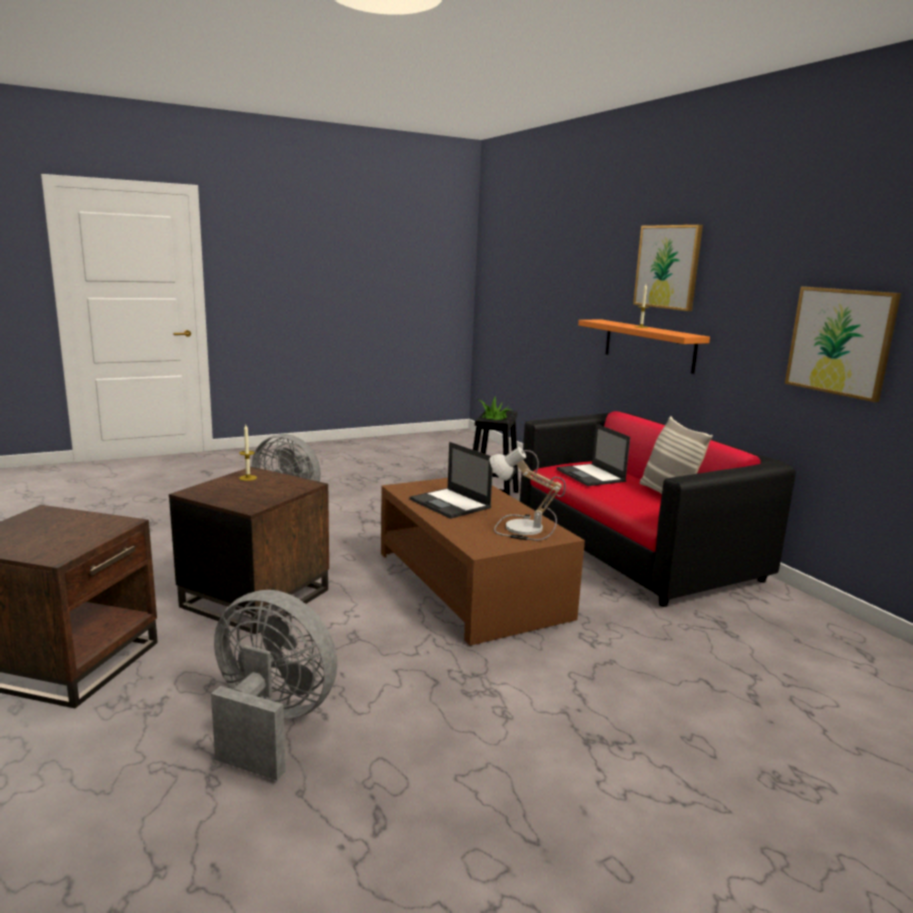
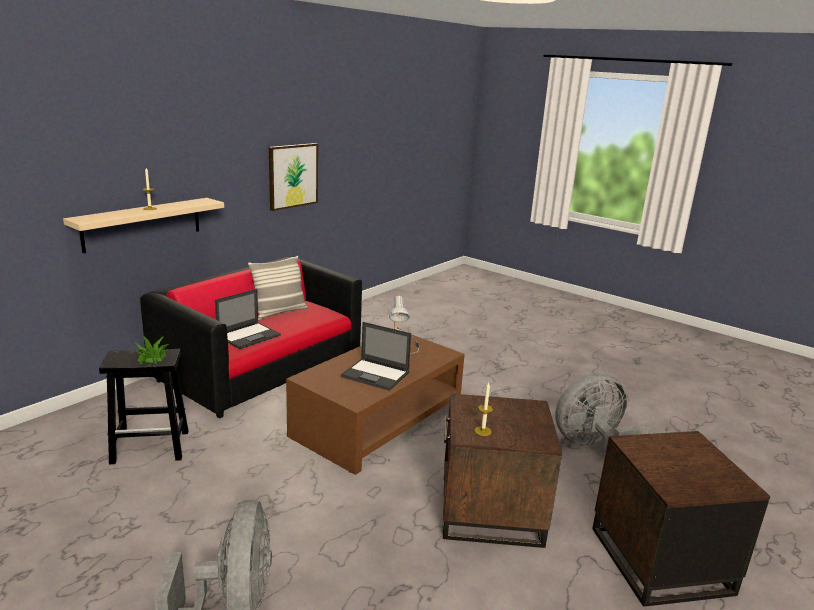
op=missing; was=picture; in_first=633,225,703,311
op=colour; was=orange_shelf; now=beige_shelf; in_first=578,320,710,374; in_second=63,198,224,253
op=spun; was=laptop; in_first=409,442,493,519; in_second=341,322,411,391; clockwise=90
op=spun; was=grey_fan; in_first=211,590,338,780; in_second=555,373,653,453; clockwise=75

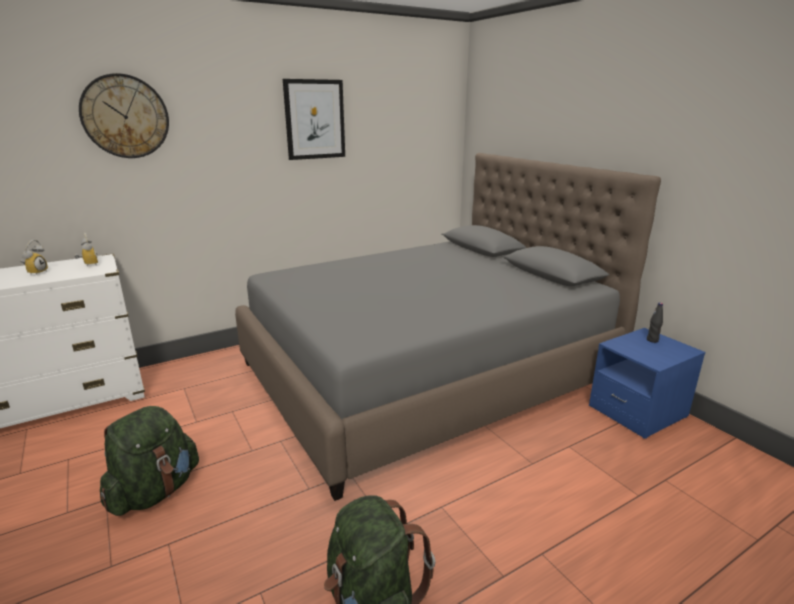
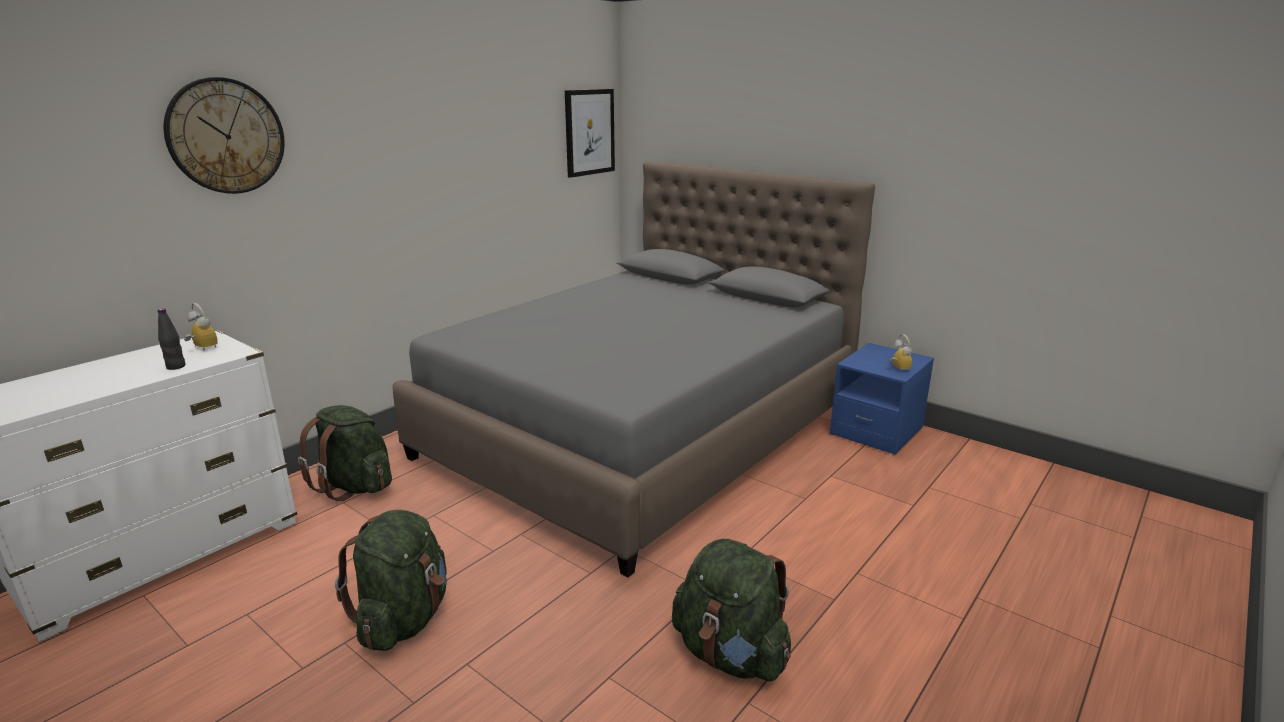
op=relocated; was=picture; in_first=283,79,345,160; in_second=565,89,615,178
op=relocated; was=alarm_clock; in_first=20,240,48,276; in_second=889,334,912,370
op=relocated; was=black_bottle; in_first=647,303,663,343; in_second=158,308,185,370
op=appeared; now=green_backpack; in_second=298,405,392,501

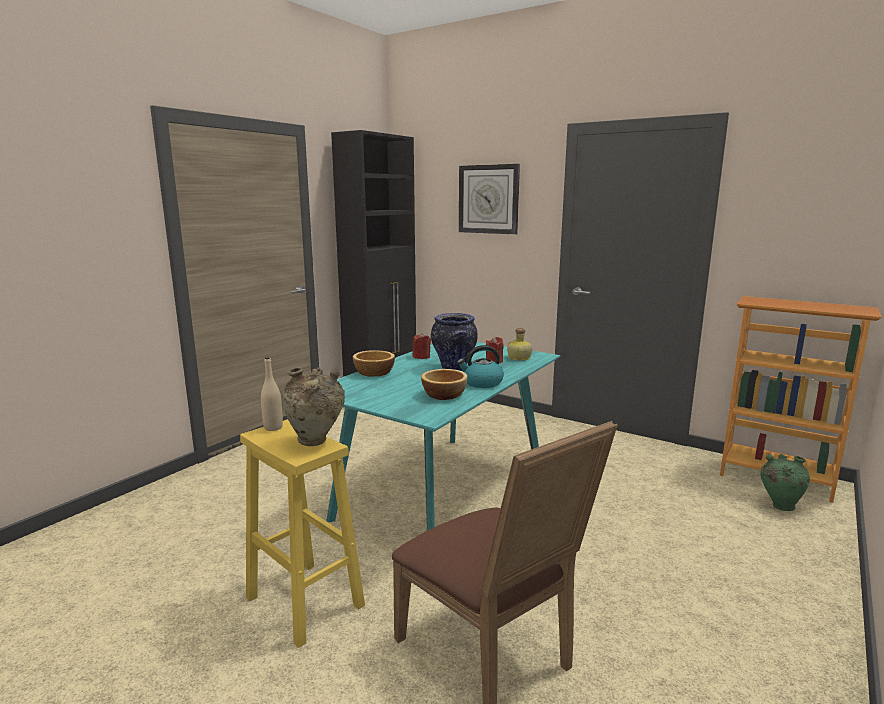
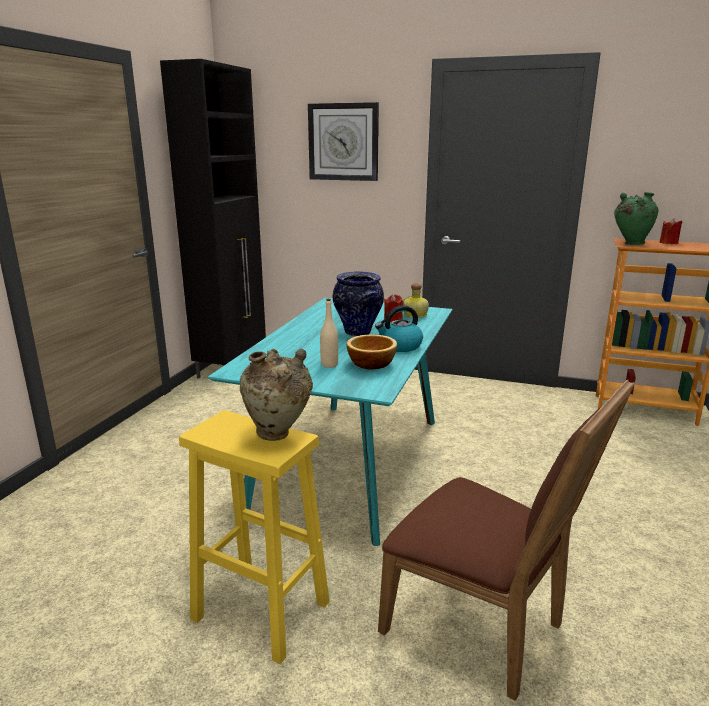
op=relocated; was=red_candle; in_first=412,333,431,359; in_second=660,218,682,244
op=missing; was=bowl; in_first=353,350,395,377
op=relocated; was=beige_bottle; in_first=261,357,283,431; in_second=320,299,338,368
op=relocated; was=green_vase; in_first=760,454,810,511; in_second=614,192,659,245

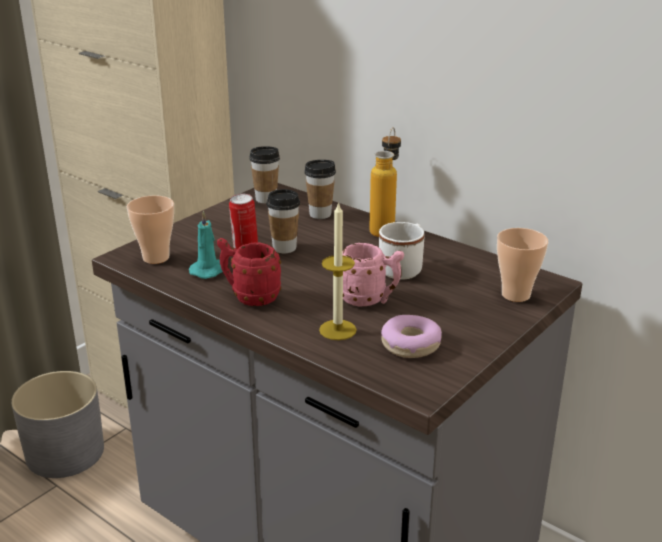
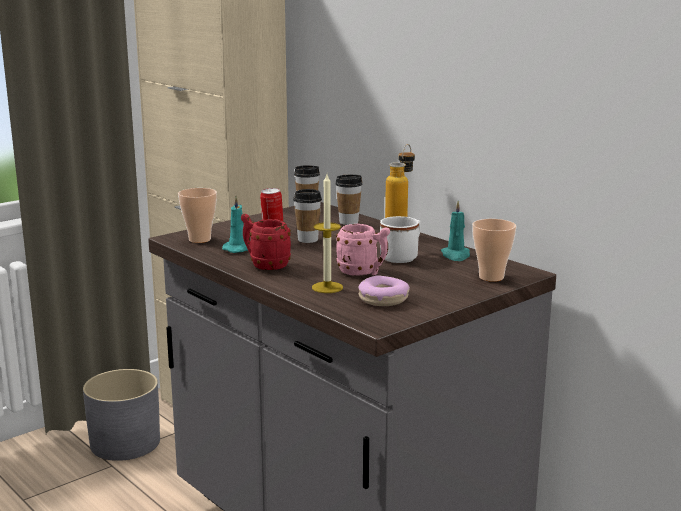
op=appeared; now=turquoise_candle; in_second=441,201,470,261

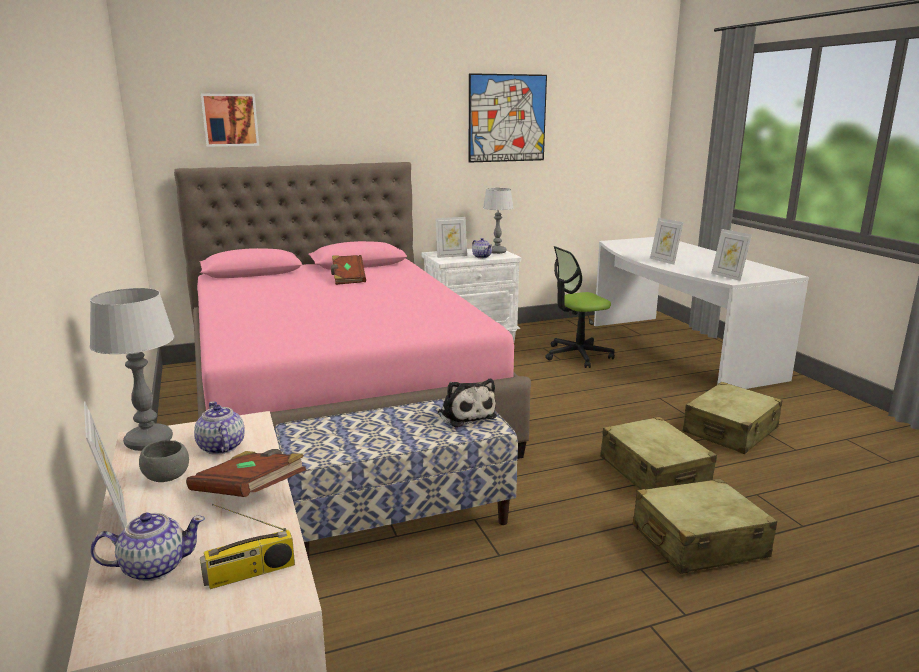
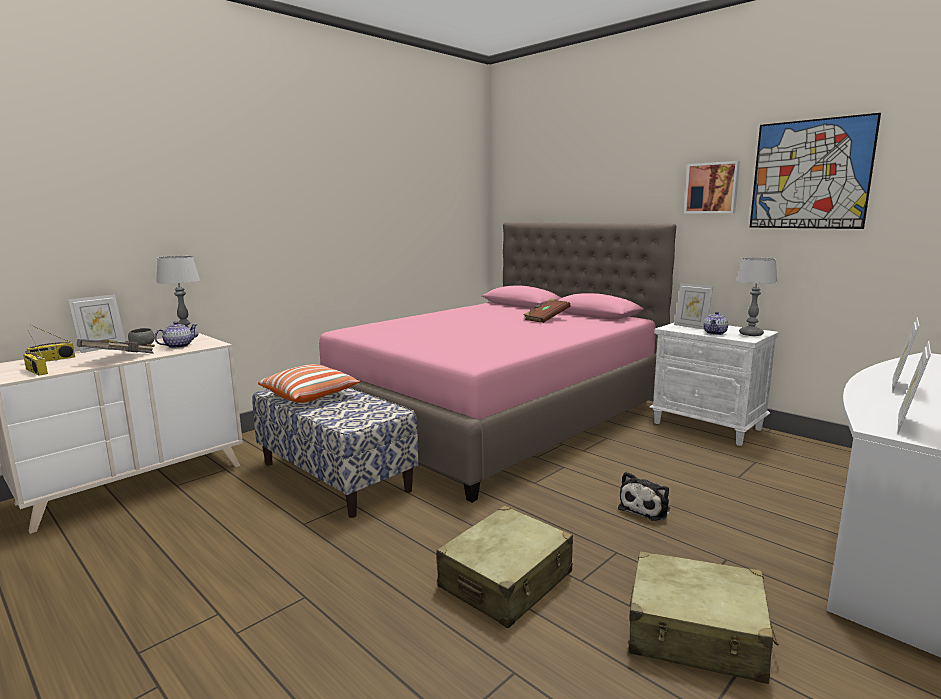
op=relocated; was=picture; in_first=201,94,259,147; in_second=684,161,740,213
op=missing; was=office_chair; in_first=545,246,615,368
op=relocated; was=plush_toy; in_first=438,379,497,427; in_second=618,472,670,521
op=colour; was=brown_book; now=grey_book; in_first=186,449,306,497; in_second=77,339,155,354
op=missing; was=beige_suitcase; in_first=633,479,777,574
op=exchanged; was=teapot; now=radio; in_first=90,512,205,581; in_second=25,325,75,362
op=appeared; now=pillow; in_second=258,364,361,403

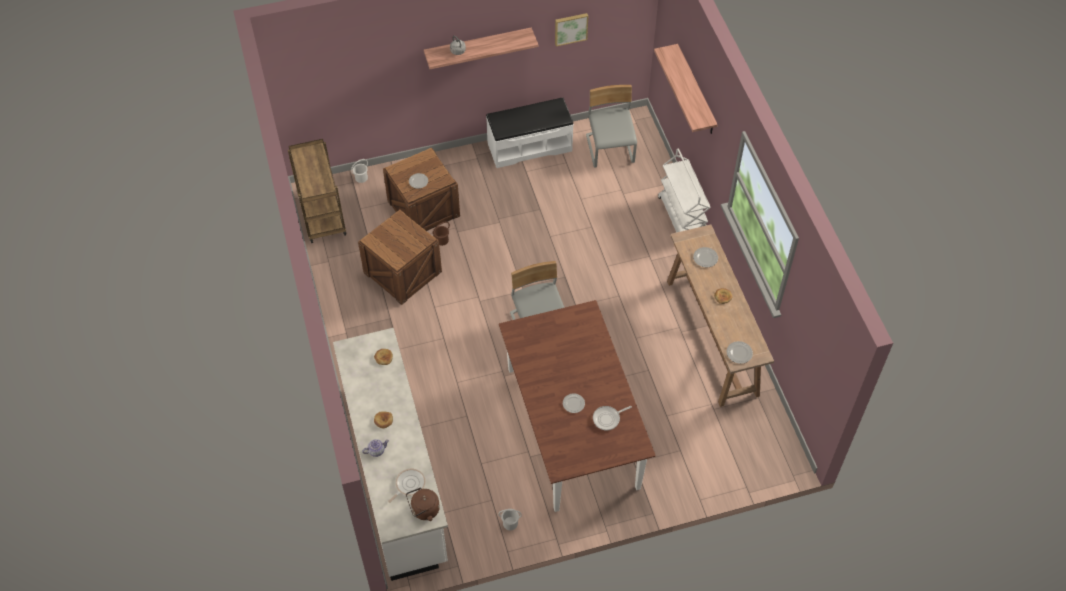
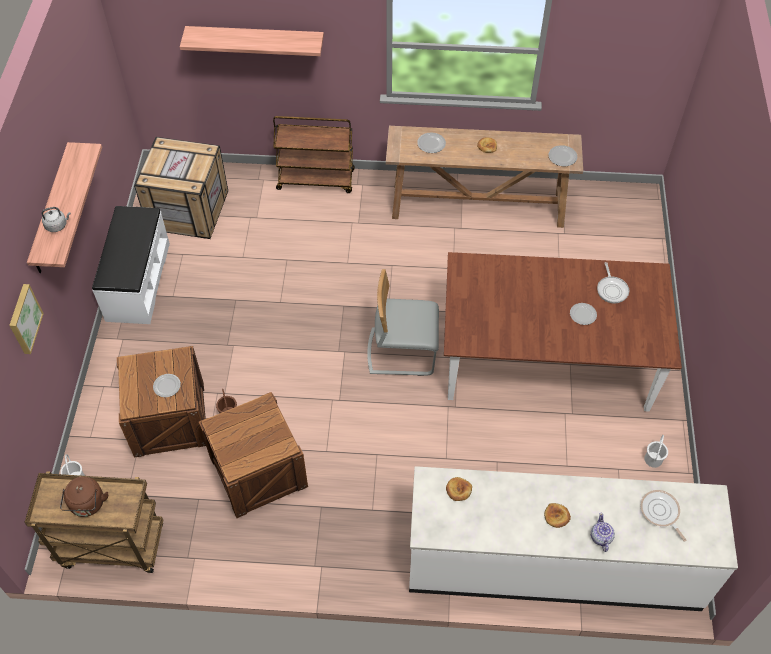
op=relocated; was=picture; in_first=555,13,588,46; in_second=9,284,44,354
op=exchanged; was=grey_chair; now=crate; in_first=586,85,637,168; in_second=134,137,228,239
op=colour; was=white_cart; now=brown_cart; in_first=658,148,711,233; in_second=273,116,355,193
op=relocated; was=brown_kettle; in_first=406,488,440,521; in_second=60,476,108,517

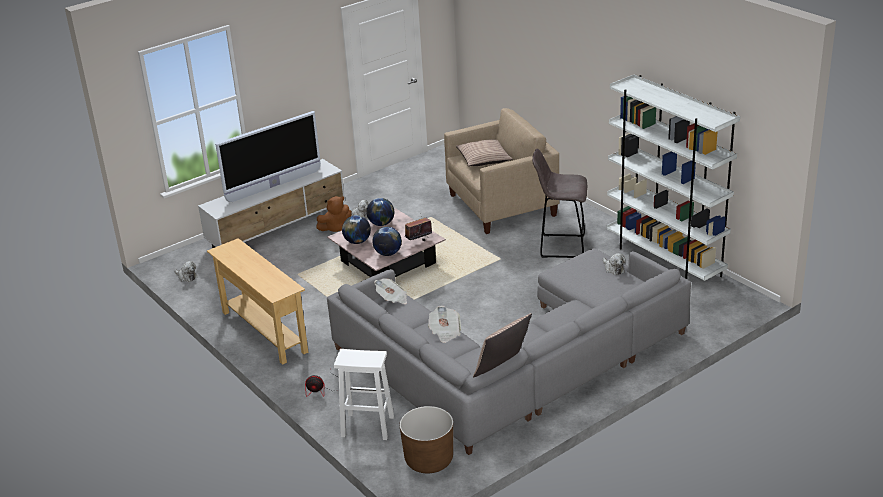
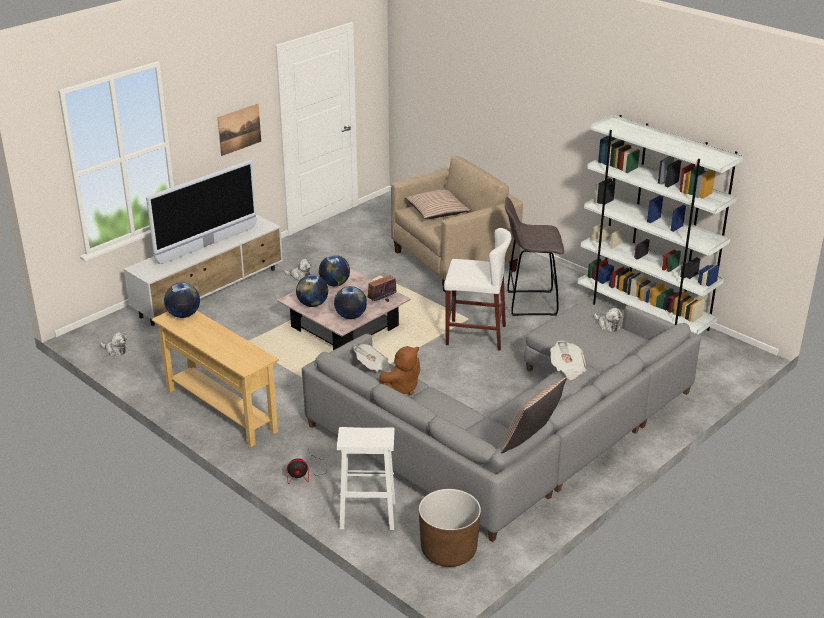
op=relocated; was=brown_plush_toy; in_first=316,196,352,232; in_second=379,346,420,395
op=relocated; was=newspaper; in_first=428,306,461,343; in_second=550,340,587,380
op=appeared; now=picture; in_second=218,104,261,156
op=appeared; now=white_stool; in_second=444,228,511,351
op=appeared; now=globe; in_second=164,282,200,318

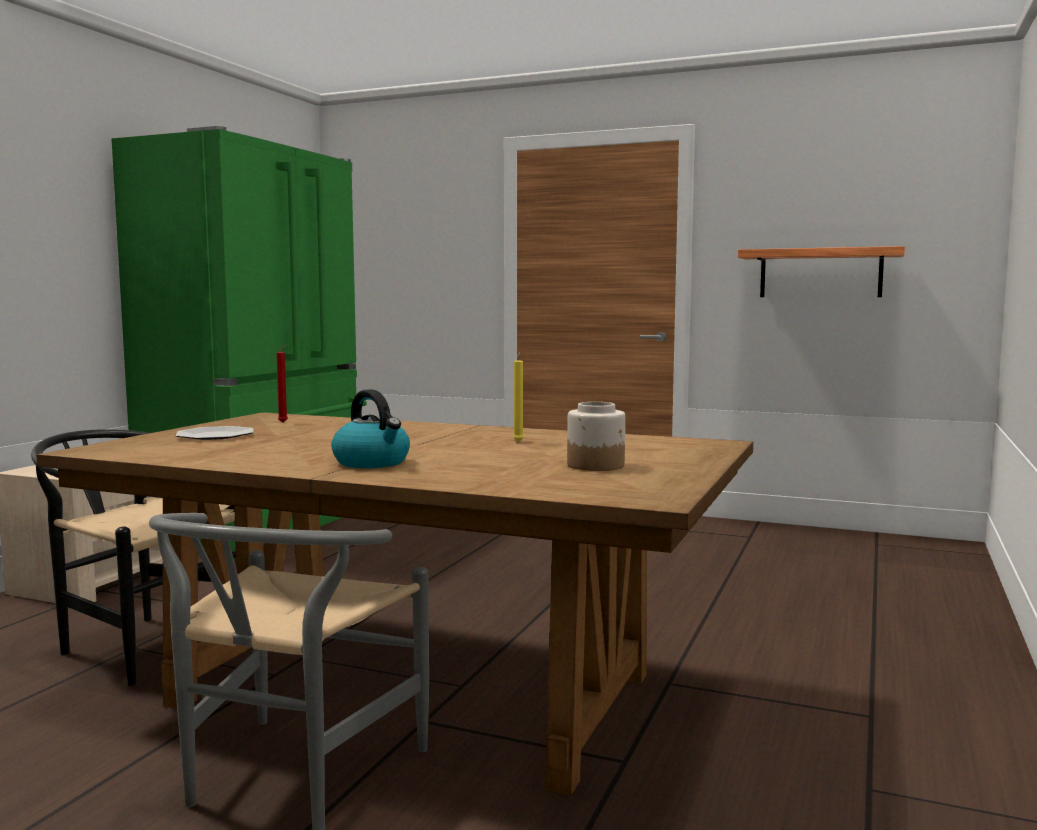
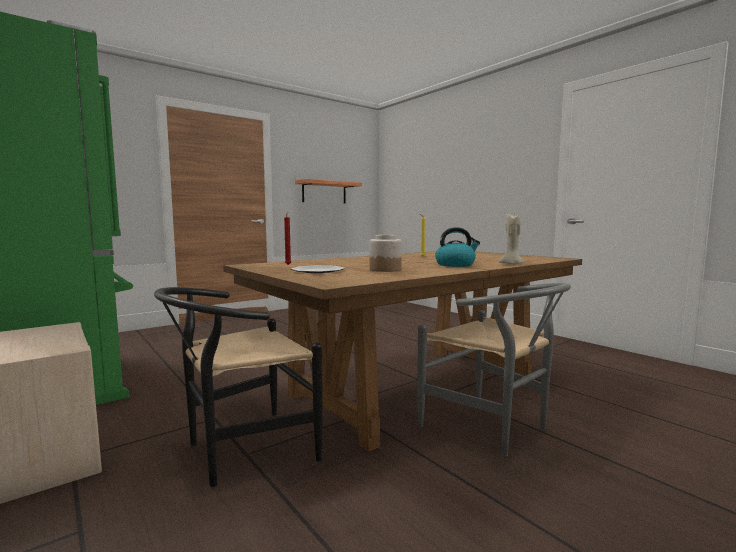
op=relocated; was=jar; in_first=567,402,625,471; in_second=370,235,402,272
op=appeared; now=beige_candle; in_second=499,214,524,265

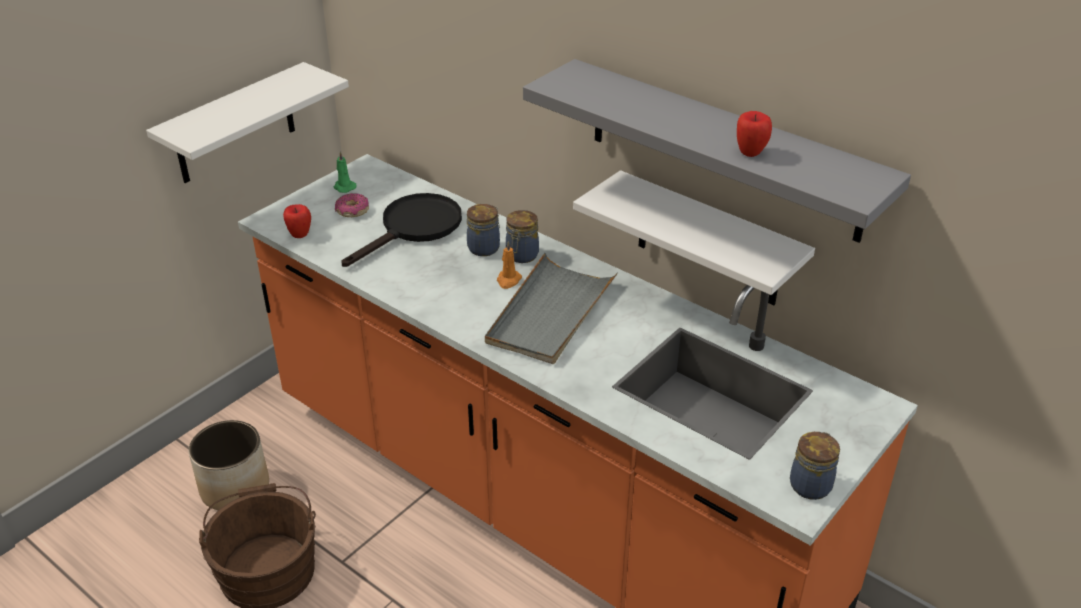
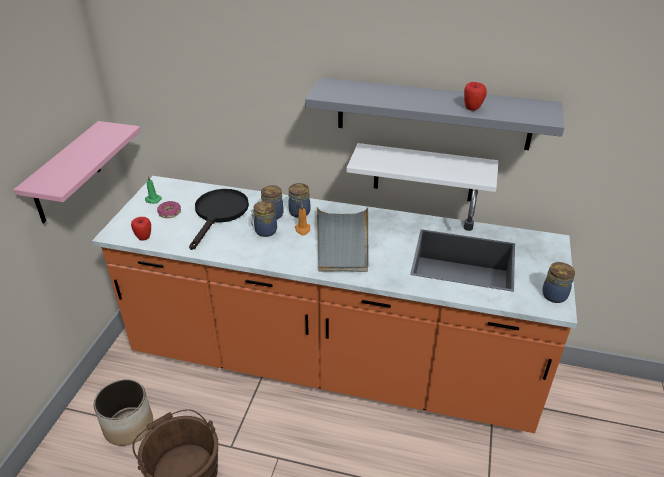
op=colour; was=white_shelf; now=pink_shelf; in_first=146,62,349,183; in_second=13,121,141,223
op=appeared; now=jar; in_second=251,201,277,237

